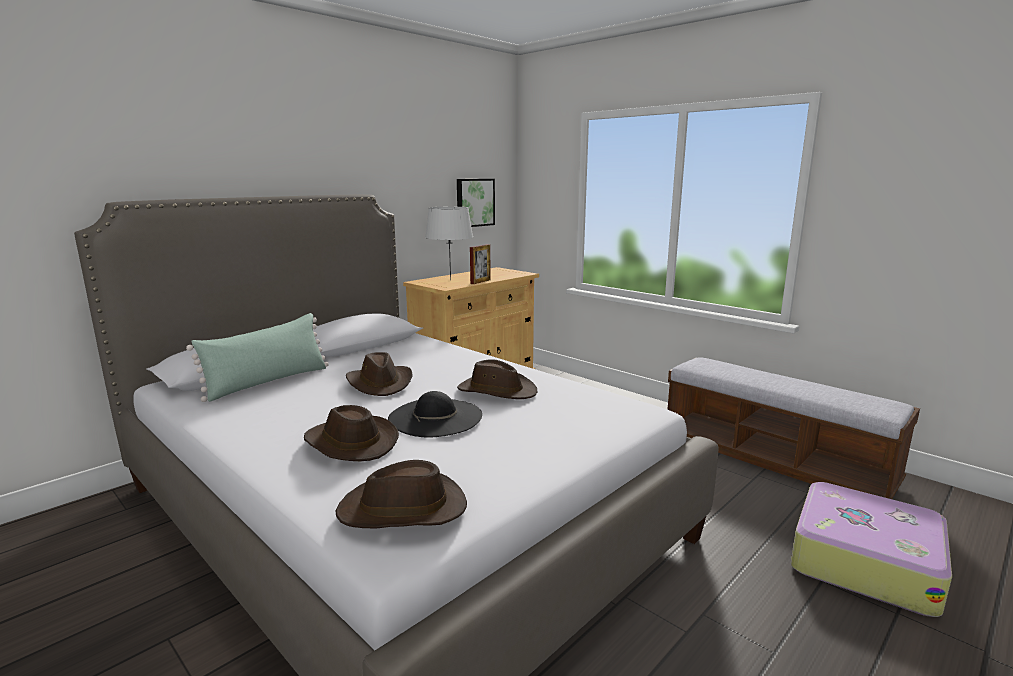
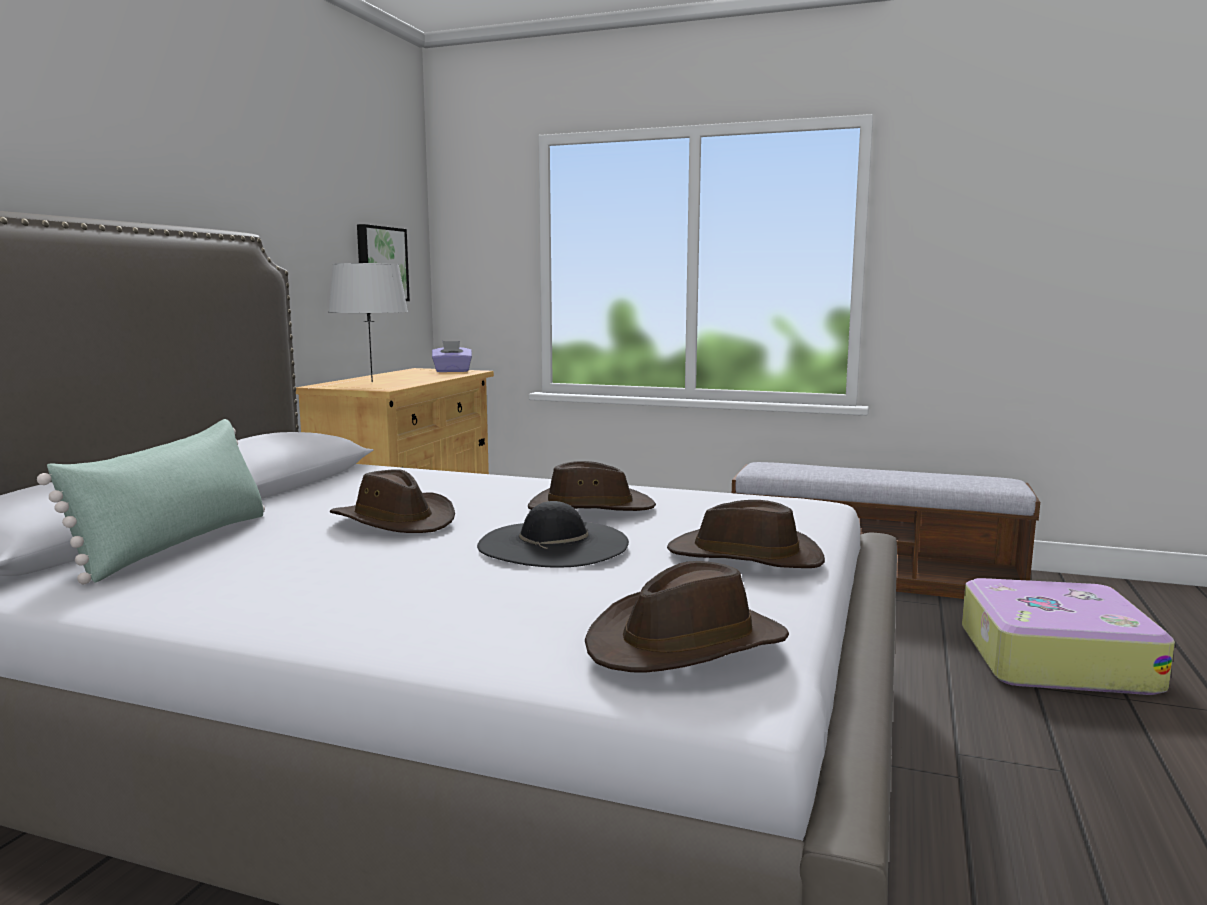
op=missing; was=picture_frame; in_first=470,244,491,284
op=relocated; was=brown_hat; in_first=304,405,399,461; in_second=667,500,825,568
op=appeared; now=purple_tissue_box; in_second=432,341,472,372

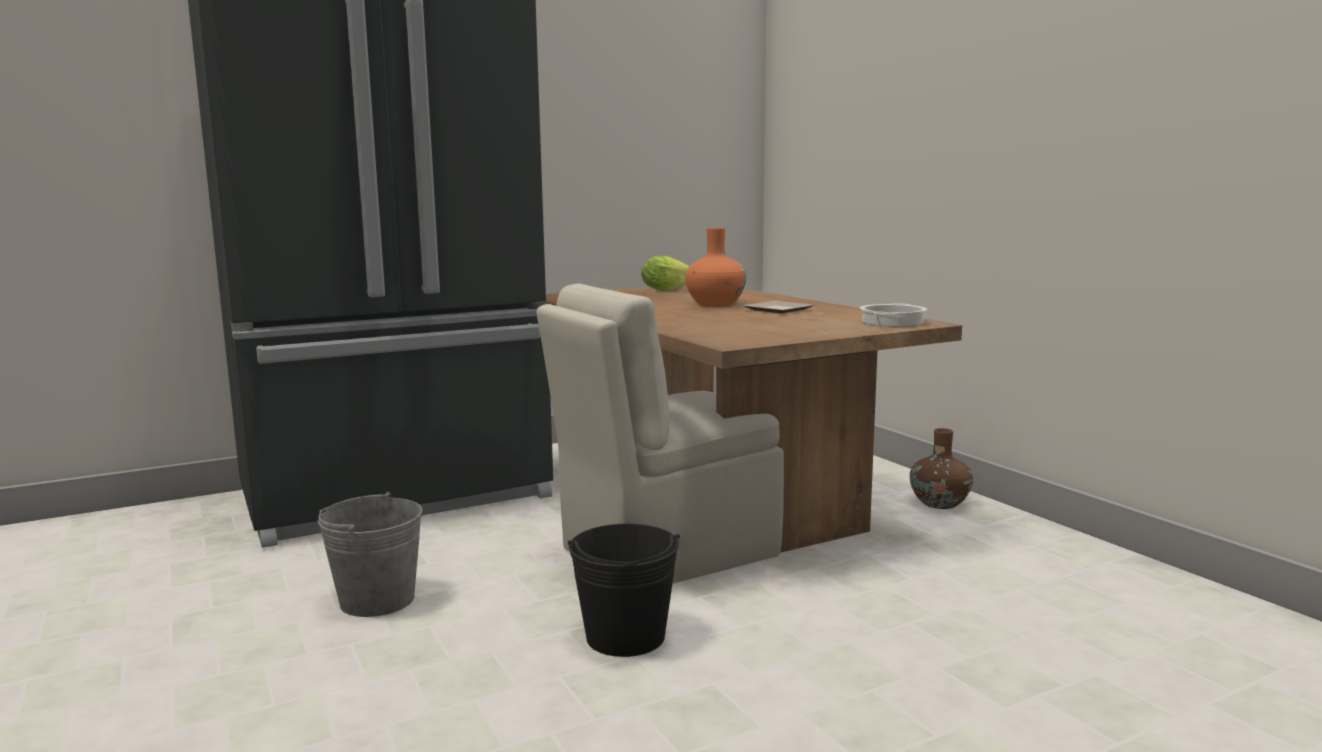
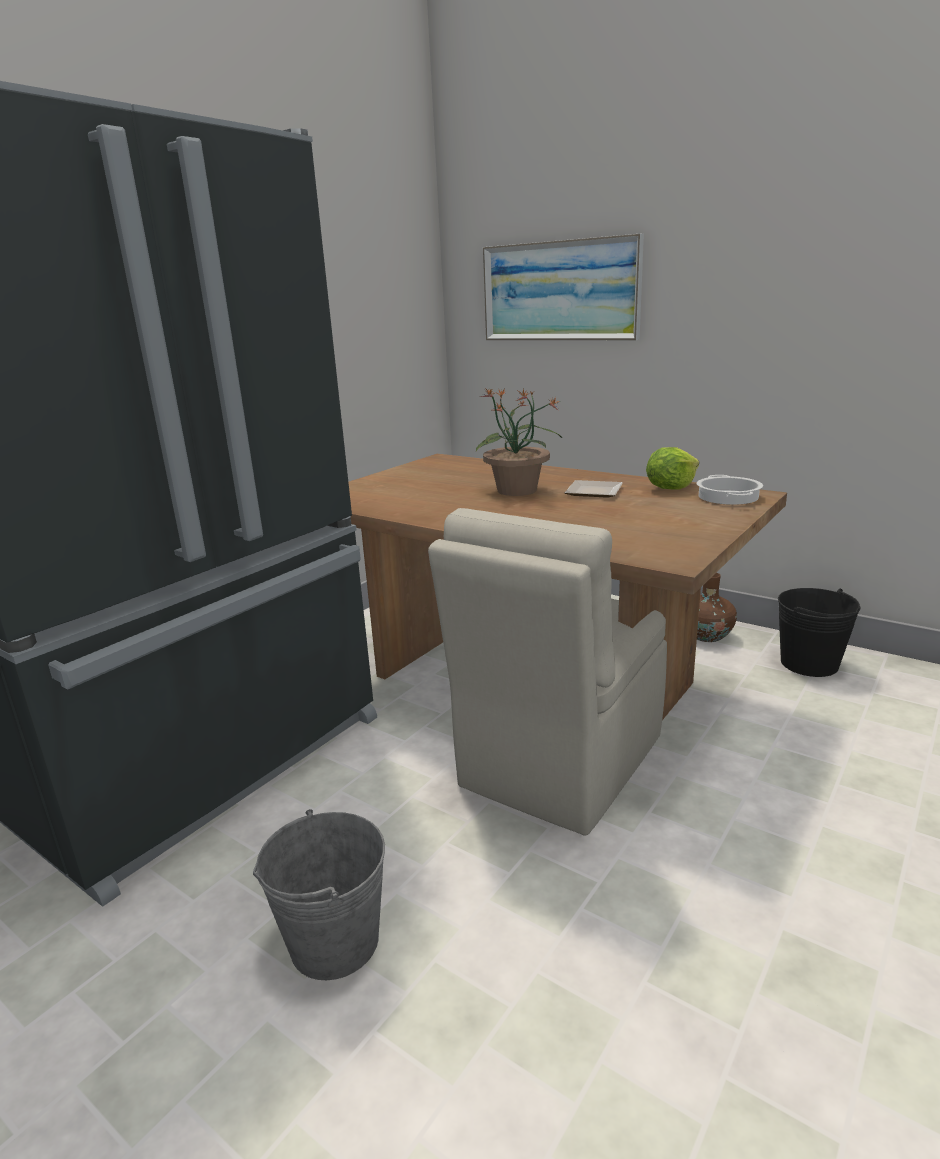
op=exchanged; was=orange_vase; now=potted_plant; in_first=685,228,746,307; in_second=476,388,562,496
op=relocated; was=lettuce; in_first=642,255,689,291; in_second=646,447,699,489
op=relocated; was=black_bucket; in_first=568,524,680,657; in_second=778,588,860,677
op=appeared; now=picture; in_second=483,234,644,340

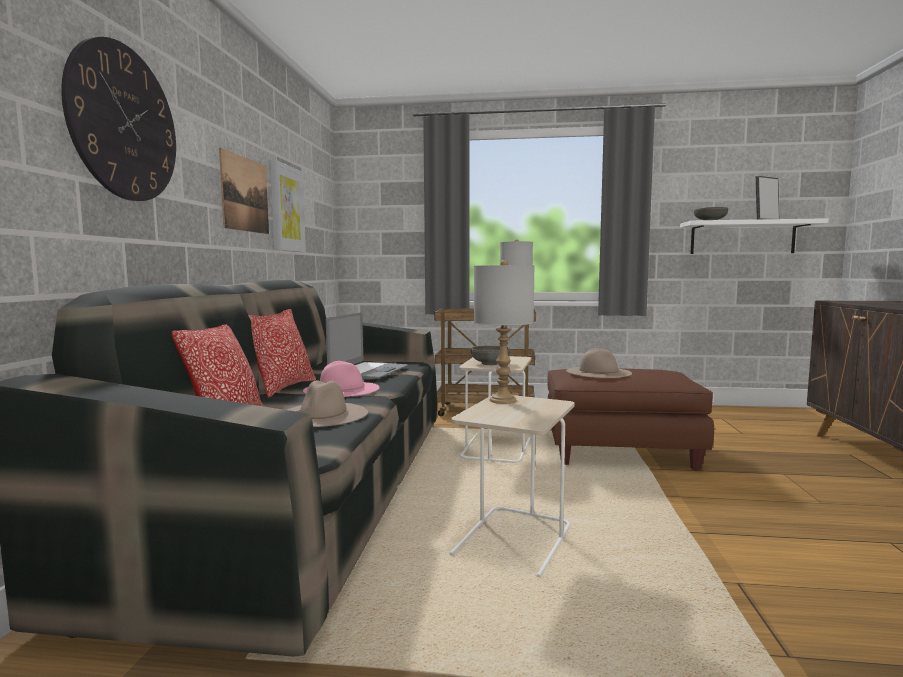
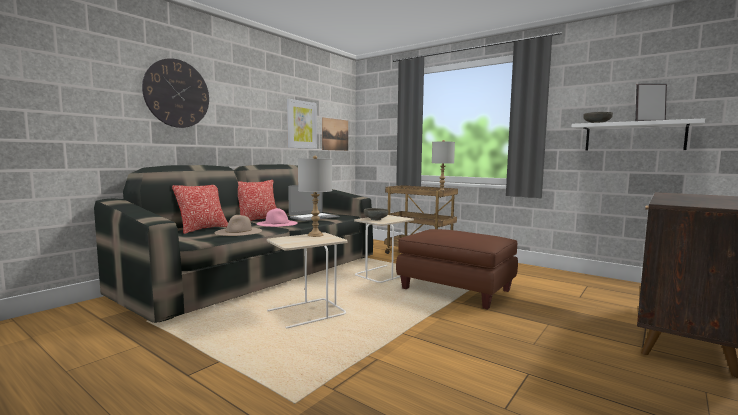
op=relocated; was=picture; in_first=219,148,269,234; in_second=322,117,348,151
op=missing; was=beige_hat; in_first=566,348,632,378

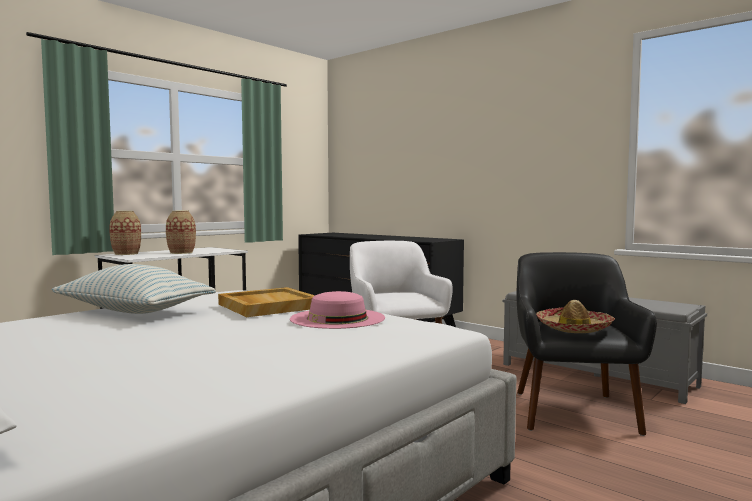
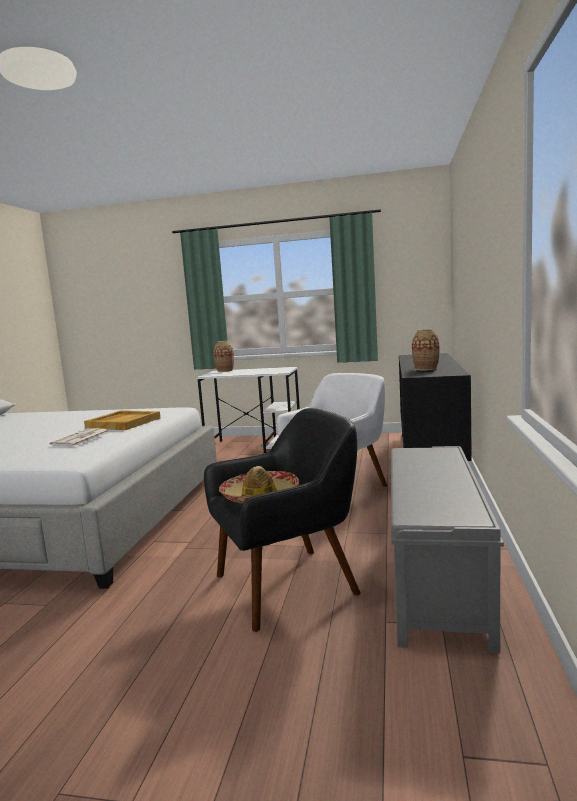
op=relocated; was=vase; in_first=166,211,196,254; in_second=412,329,440,370
op=missing; was=pillow; in_first=52,264,216,314
op=exchanged; was=pink_hat; now=newspaper; in_first=290,291,385,329; in_second=50,428,109,446

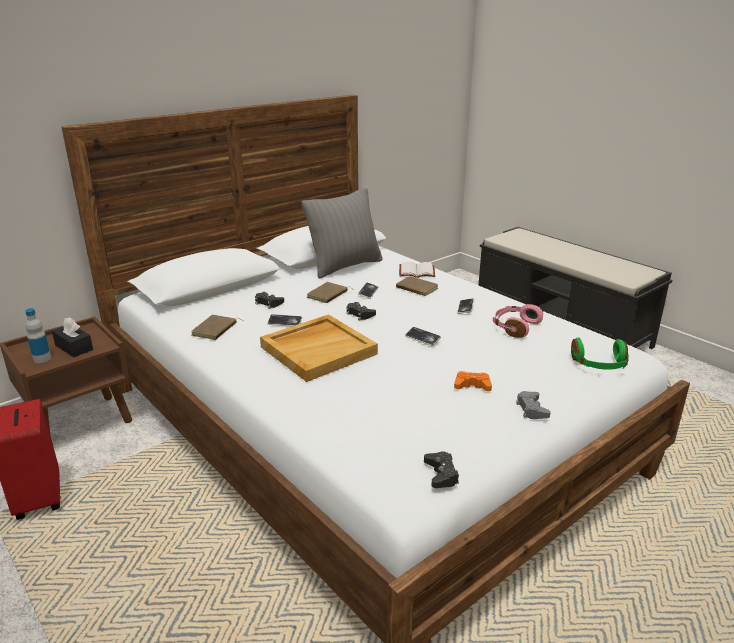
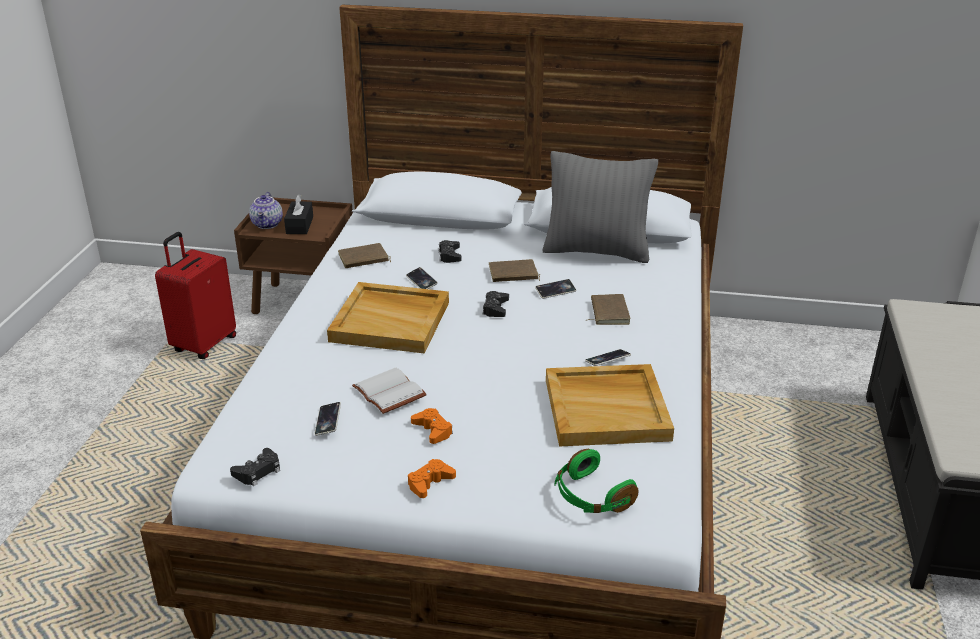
op=relocated; was=white_book; in_first=399,262,435,278; in_second=352,367,427,414
op=exchanged; was=pink_headphones; now=beige_tray; in_first=493,304,543,338; in_second=546,364,674,446
op=exchanged; was=bottle; now=teapot; in_first=25,308,51,363; in_second=249,192,283,229
op=relocated; was=phone; in_first=405,327,441,346; in_second=315,402,341,436
op=colour; was=grey_game_controller; now=orange_game_controller; in_first=516,391,551,419; in_second=408,459,456,498

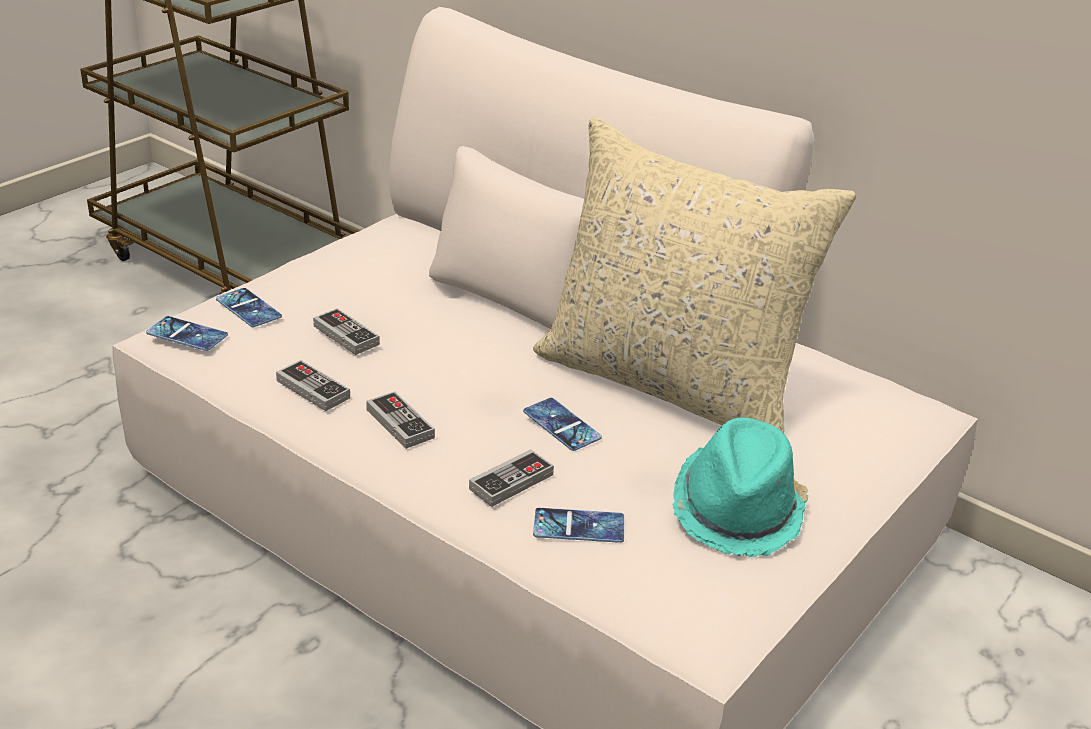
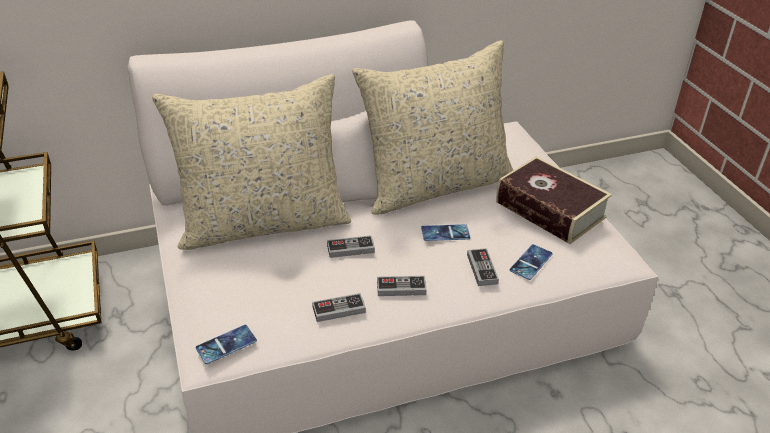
op=missing; was=phone; in_first=216,288,282,327
op=relocated; was=game_controller; in_first=313,308,380,355; in_second=327,235,375,258
op=exchanged; was=turquoise_hat; now=book; in_first=673,417,809,557; in_second=496,156,612,244
op=appeared; now=beige_pillow; in_second=152,74,351,250

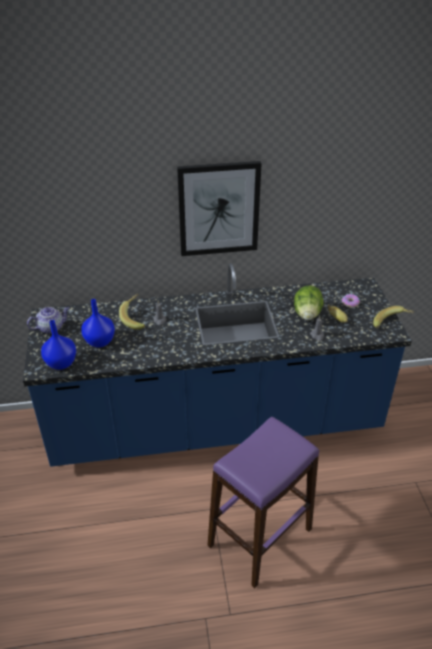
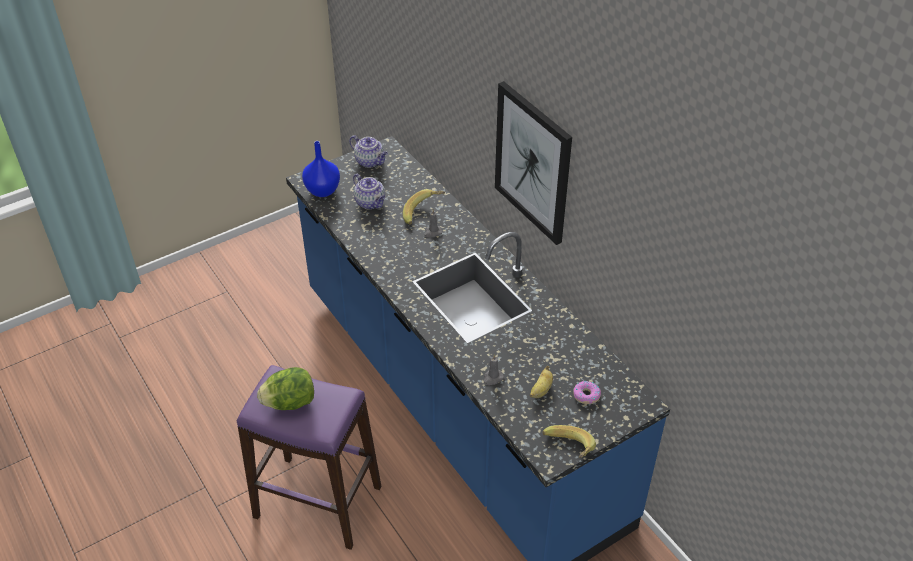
op=relocated; was=lettuce; in_first=294,286,324,320; in_second=257,367,314,410
op=exchanged; was=blue_vase; now=teapot; in_first=81,299,115,348; in_second=353,174,385,209

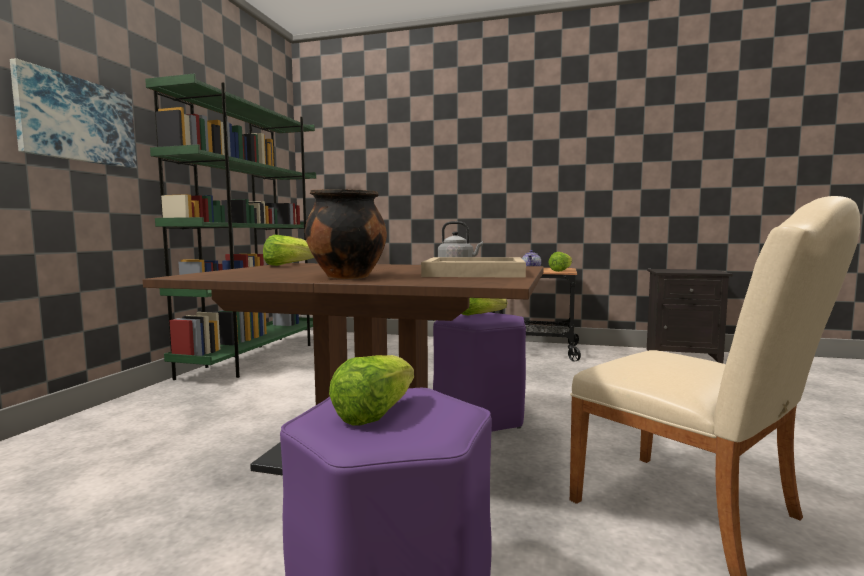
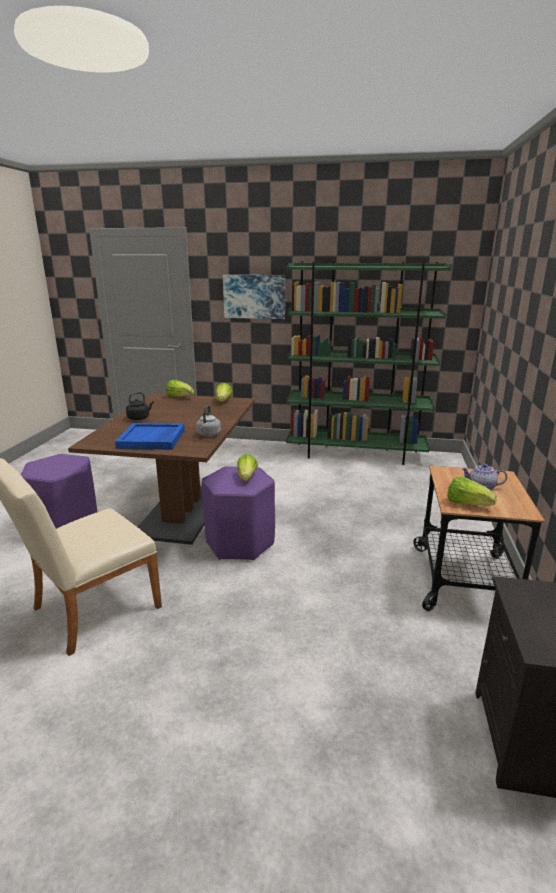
op=exchanged; was=cooking_pot; now=black_kettle; in_first=305,189,387,279; in_second=126,392,154,420
op=colour; was=beige_tray; now=blue_tray; in_first=421,257,526,278; in_second=115,423,185,450
op=relocated; was=lettuce; in_first=329,355,414,425; in_second=166,380,194,397

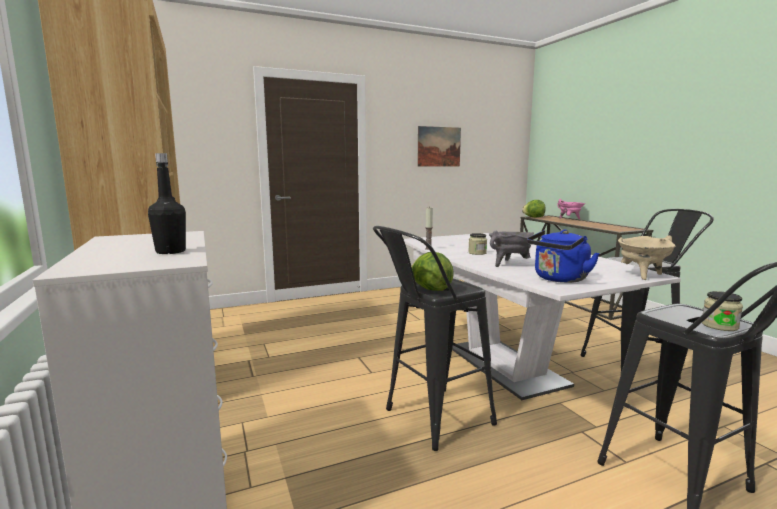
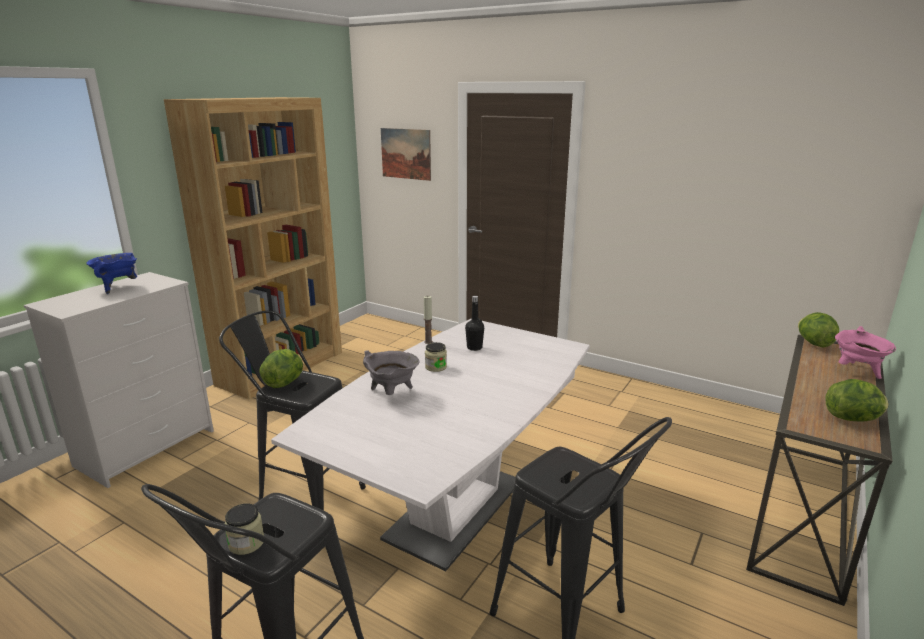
op=relocated; was=picture; in_first=417,126,461,167; in_second=381,128,431,181
op=relocated; was=black_bottle; in_first=148,153,186,254; in_second=465,296,484,351
op=missing; was=blue_kettle; in_first=527,229,600,283
op=missing; was=beige_cooking_pot; in_first=618,235,675,280
op=appeared; now=blue_cooking_pot; in_second=86,253,137,294
op=appeared; now=lettuce; in_second=825,379,889,422

